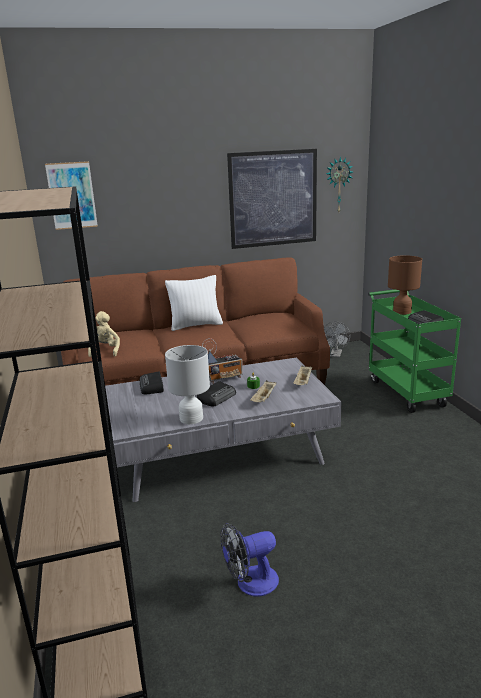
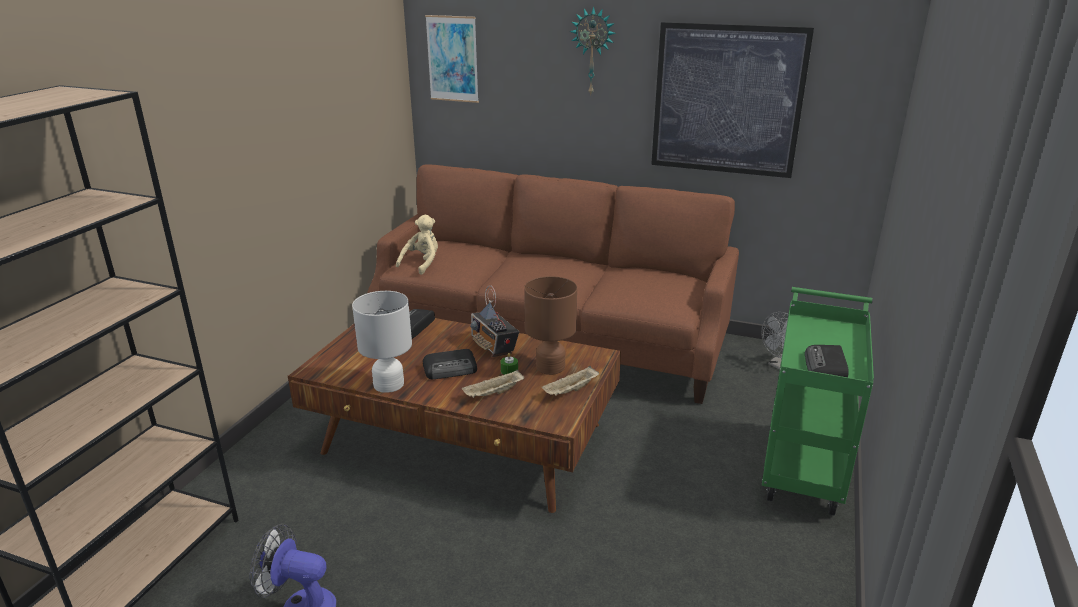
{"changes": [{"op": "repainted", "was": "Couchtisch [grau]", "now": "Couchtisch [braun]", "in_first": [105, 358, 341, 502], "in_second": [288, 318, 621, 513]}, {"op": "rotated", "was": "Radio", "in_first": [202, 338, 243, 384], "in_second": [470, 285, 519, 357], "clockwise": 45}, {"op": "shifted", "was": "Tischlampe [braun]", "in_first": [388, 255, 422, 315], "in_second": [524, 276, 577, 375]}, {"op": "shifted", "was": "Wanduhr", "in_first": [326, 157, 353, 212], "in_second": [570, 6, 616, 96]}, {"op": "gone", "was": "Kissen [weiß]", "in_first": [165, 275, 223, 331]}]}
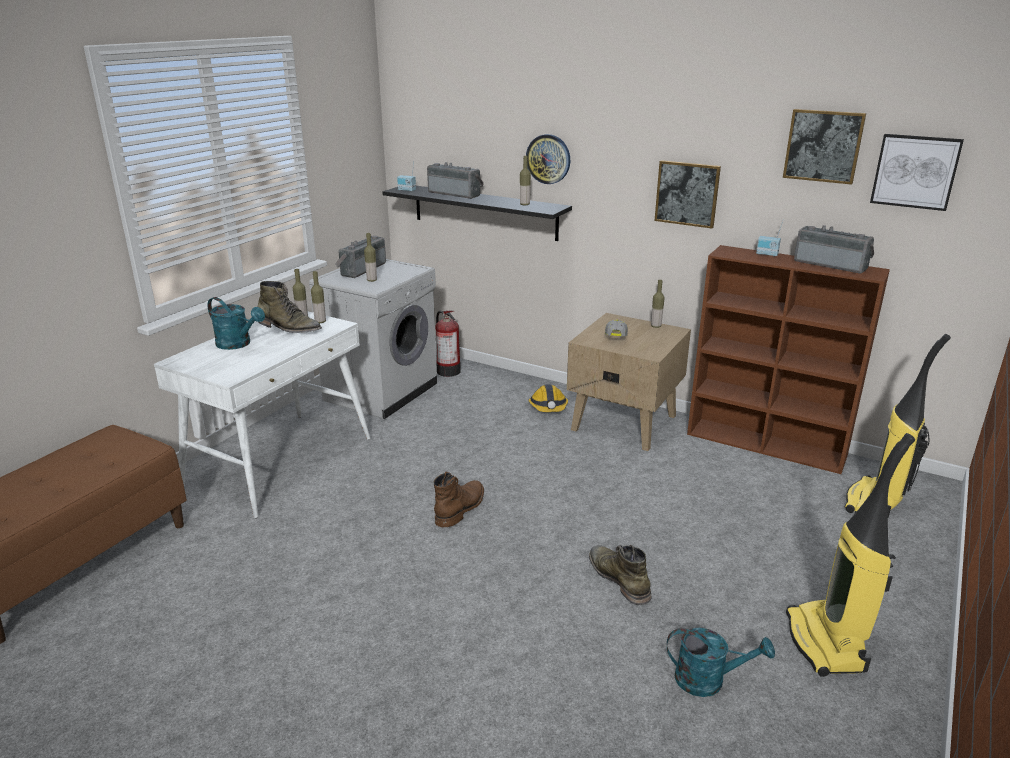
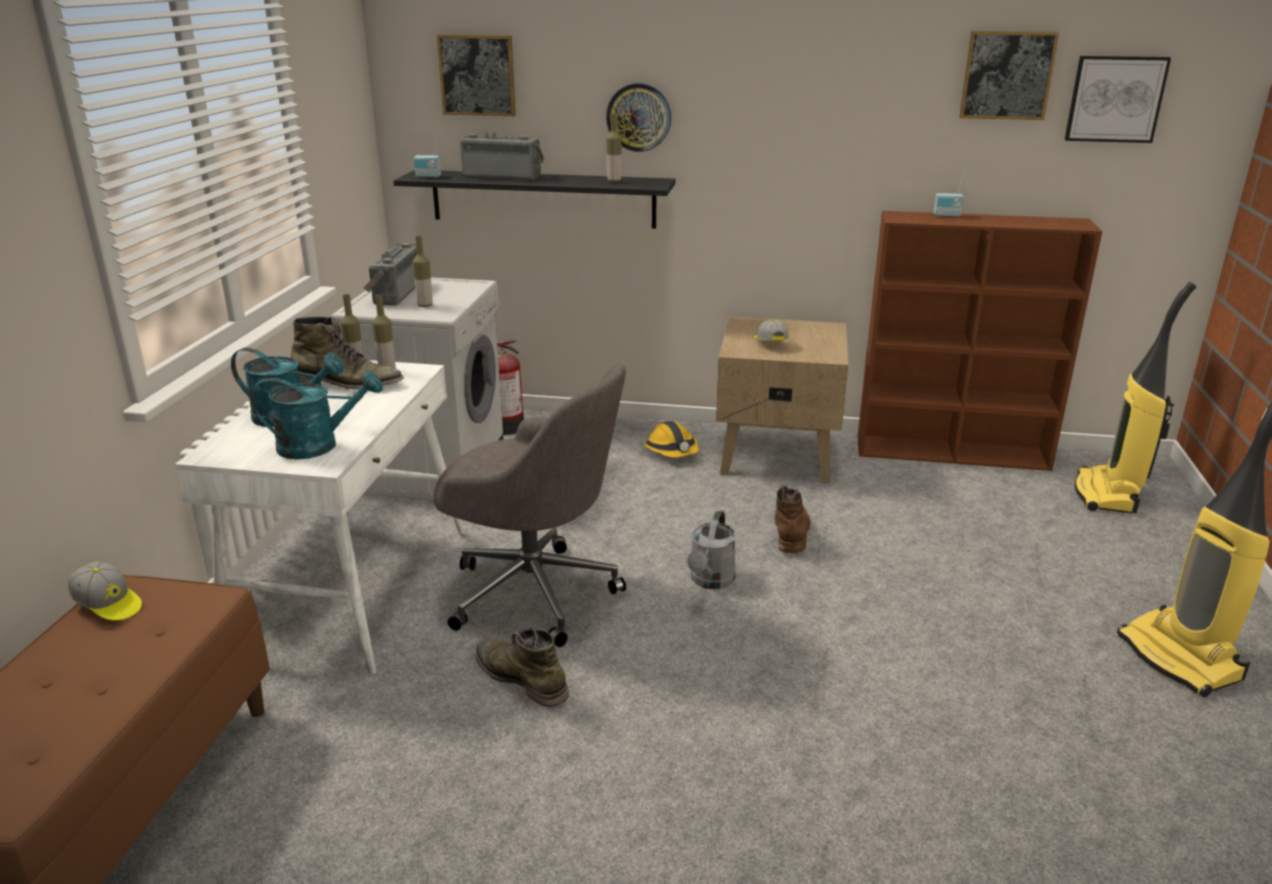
{"changes": [{"op": "new", "now": "Kappe", "in_second": [68, 562, 142, 621]}, {"op": "shifted", "was": "Gießkanne [türkis]", "in_first": [667, 628, 775, 697], "in_second": [251, 371, 383, 459]}, {"op": "new", "now": "Bürostuhl [grau]", "in_second": [434, 364, 626, 647]}, {"op": "shifted", "was": "Bild", "in_first": [654, 160, 721, 229], "in_second": [437, 35, 516, 116]}, {"op": "shifted", "was": "Stiefel [grün]", "in_first": [589, 545, 651, 605], "in_second": [475, 628, 569, 707]}, {"op": "new", "now": "Gießkanne [grau]", "in_second": [687, 510, 736, 589]}, {"op": "shifted", "was": "Stiefel [braun]", "in_first": [433, 472, 484, 527], "in_second": [775, 485, 810, 554]}, {"op": "gone", "was": "Flasche", "in_first": [651, 280, 665, 328]}, {"op": "gone", "was": "Radio", "in_first": [794, 225, 874, 274]}]}
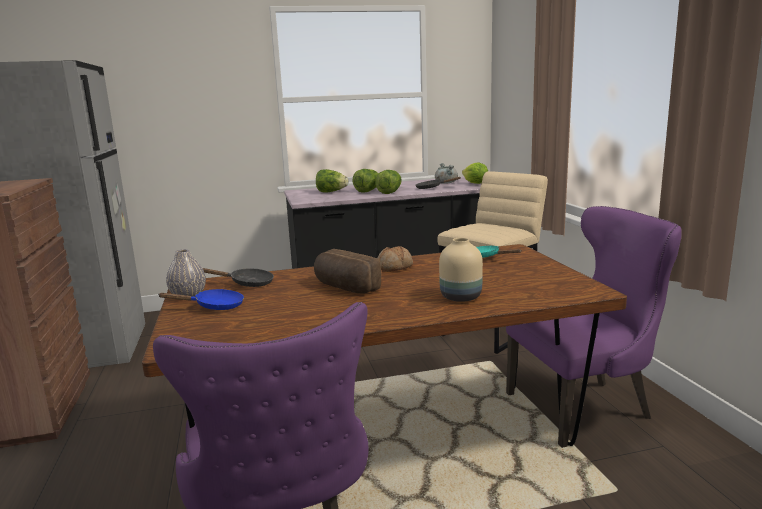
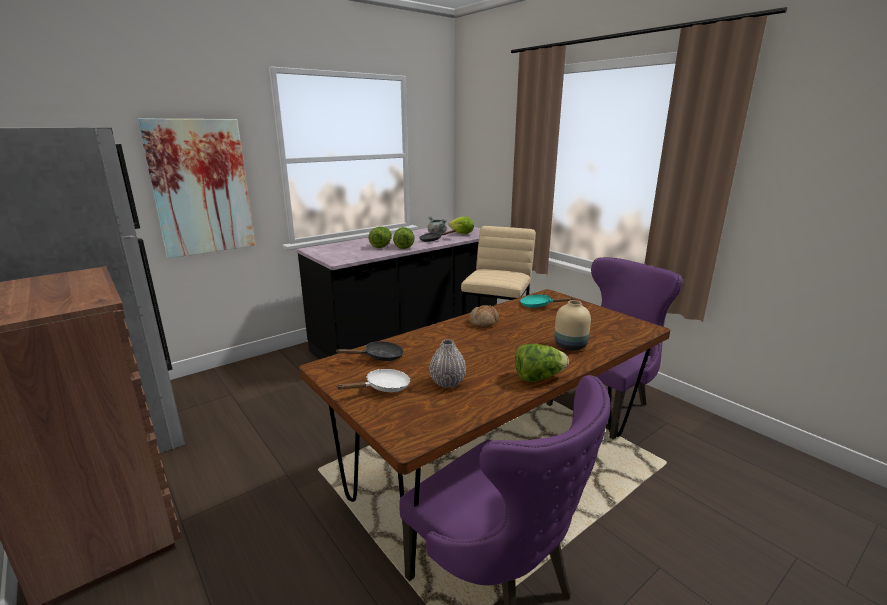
{"changes": [{"op": "new", "now": "Bild", "in_second": [138, 119, 255, 258]}, {"op": "repainted", "was": "Pfanne [blau]", "now": "Pfanne [weiß]", "in_first": [159, 289, 244, 310], "in_second": [336, 369, 411, 392]}, {"op": "shifted", "was": "Vase [grau]", "in_first": [166, 249, 206, 297], "in_second": [429, 339, 466, 388]}, {"op": "shifted", "was": "Salatkopf", "in_first": [316, 169, 348, 193], "in_second": [515, 344, 569, 382]}, {"op": "gone", "was": "Brot", "in_first": [314, 249, 381, 293]}]}
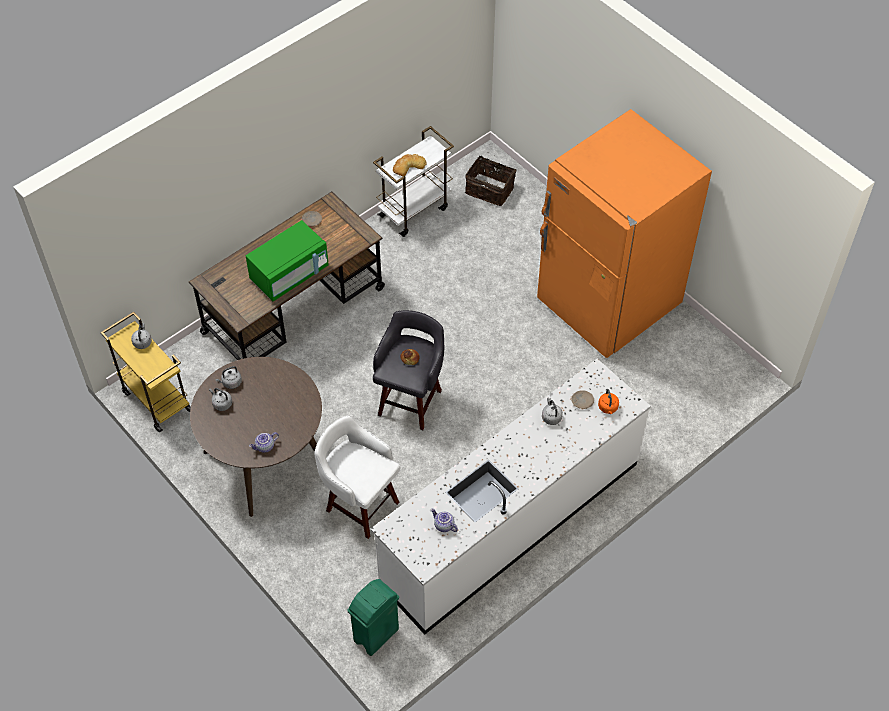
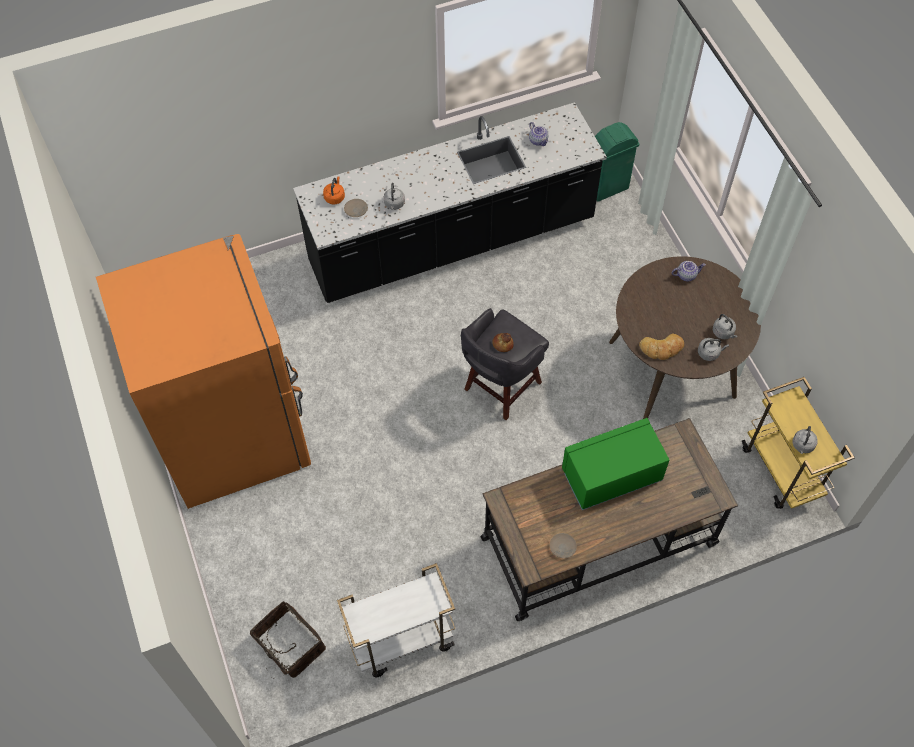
{"changes": [{"op": "repainted", "was": "Küchenzeile [weiß]", "now": "Küchenzeile [schwarz]", "in_first": [370, 359, 651, 635], "in_second": [293, 102, 607, 303]}, {"op": "shifted", "was": "Brot", "in_first": [393, 154, 427, 176], "in_second": [639, 334, 684, 360]}, {"op": "gone", "was": "Hocker [weiß]", "in_first": [314, 415, 400, 539]}]}
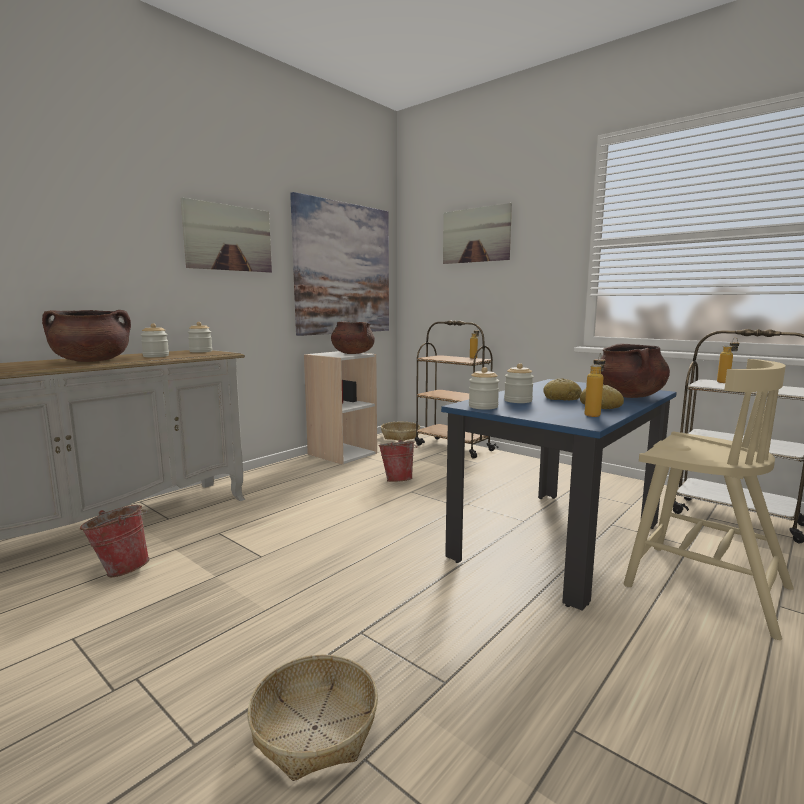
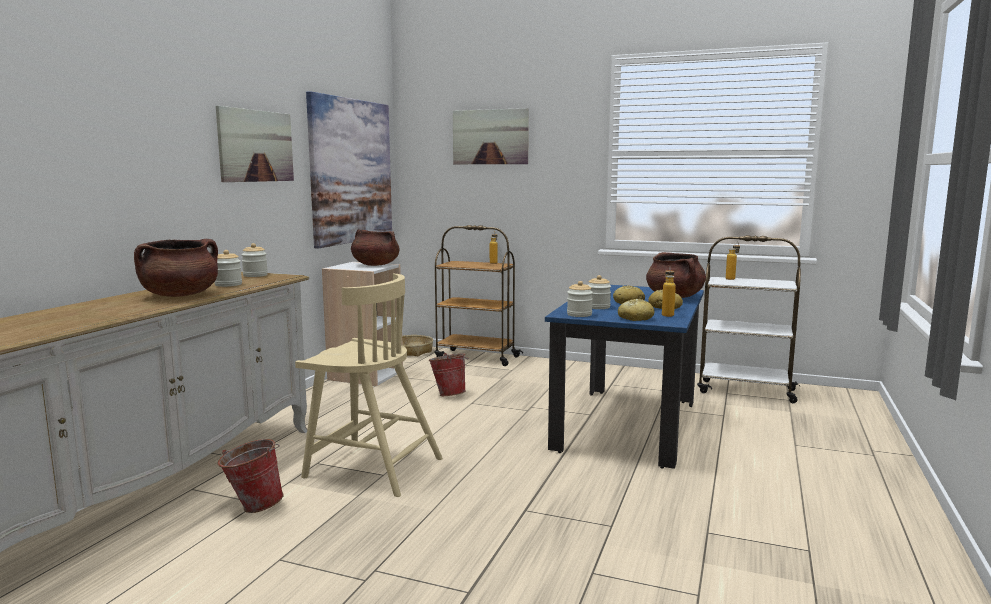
{"changes": [{"op": "shifted", "was": "Stuhl [beige]", "in_first": [624, 359, 794, 640], "in_second": [295, 274, 443, 497]}, {"op": "new", "now": "Brot", "in_second": [618, 299, 654, 321]}, {"op": "gone", "was": "Korb", "in_first": [247, 654, 378, 781]}]}
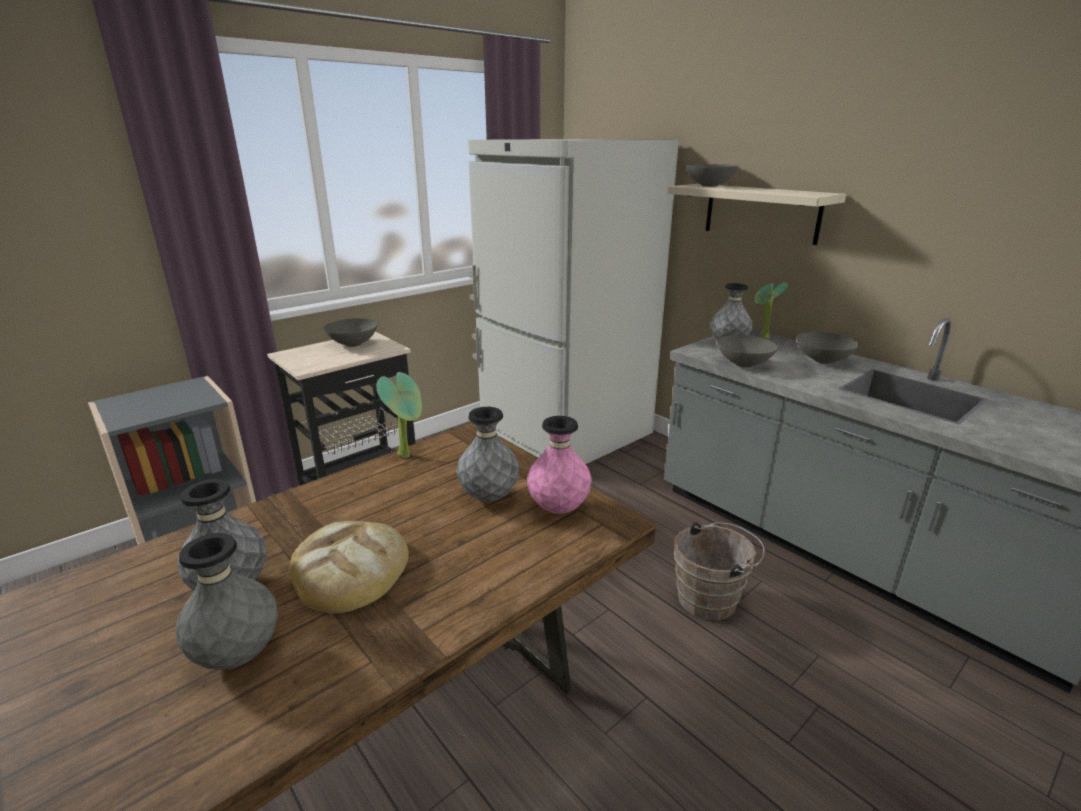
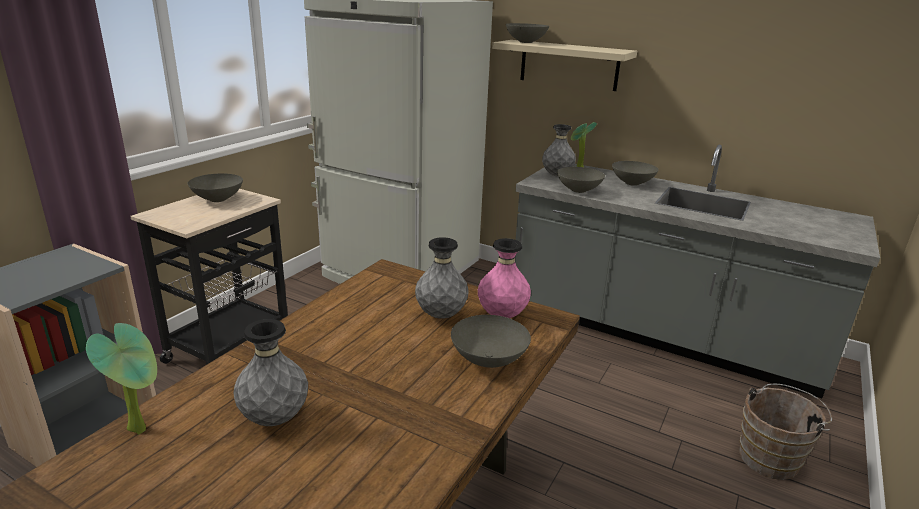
{"changes": [{"op": "shifted", "was": "Topfpflanze", "in_first": [376, 372, 422, 458], "in_second": [86, 323, 157, 435]}, {"op": "new", "now": "Schüssel [grau]", "in_second": [451, 315, 531, 368]}, {"op": "shifted", "was": "Eimer [braun]", "in_first": [674, 522, 765, 621], "in_second": [739, 384, 832, 480]}, {"op": "gone", "was": "Vase [grau]", "in_first": [176, 533, 278, 670]}, {"op": "gone", "was": "Brot", "in_first": [290, 521, 409, 613]}]}
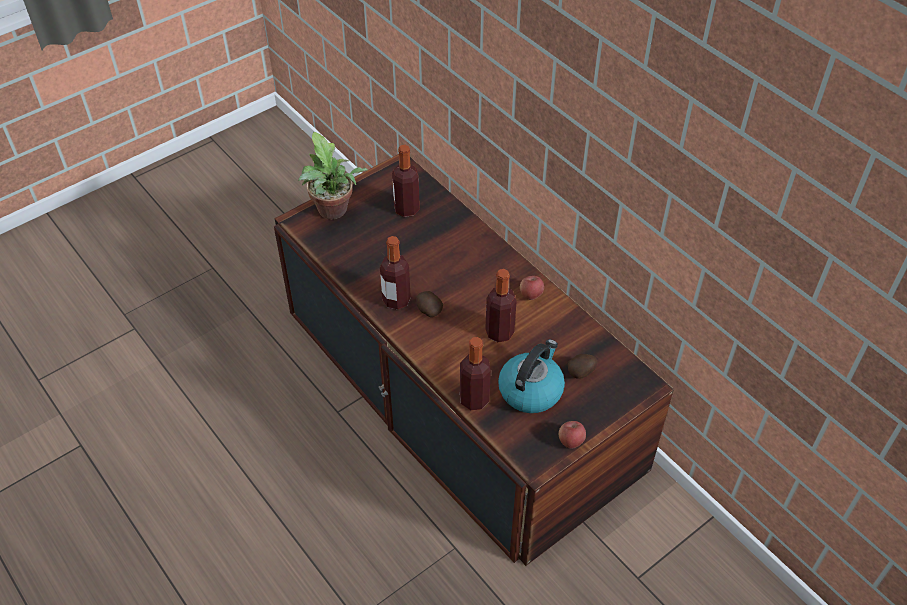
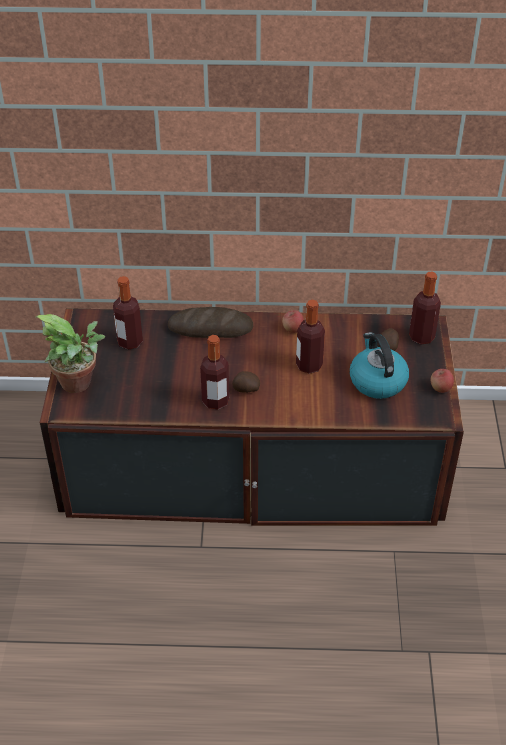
{"changes": [{"op": "new", "now": "Brot", "in_second": [168, 307, 253, 338]}, {"op": "shifted", "was": "Flasche", "in_first": [460, 337, 491, 410], "in_second": [409, 271, 441, 344]}]}
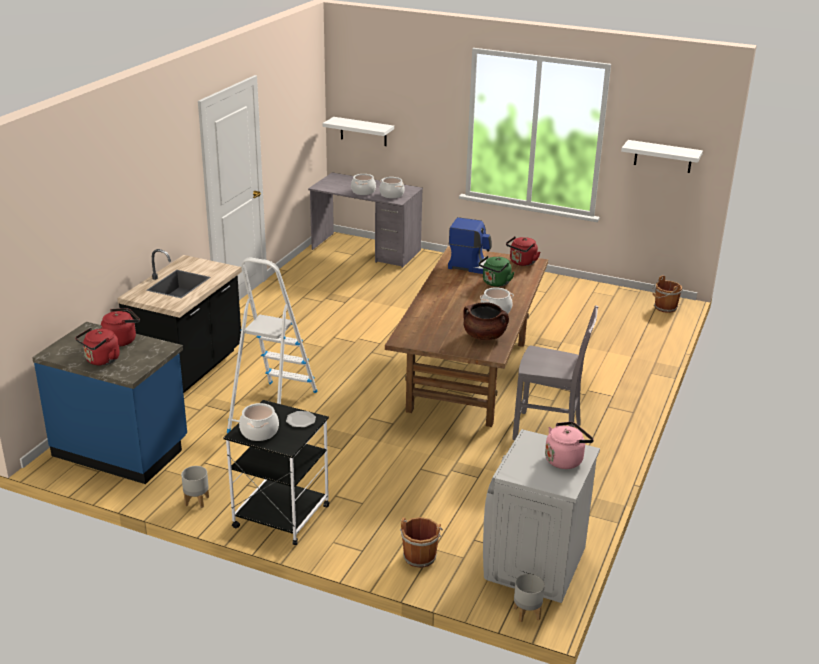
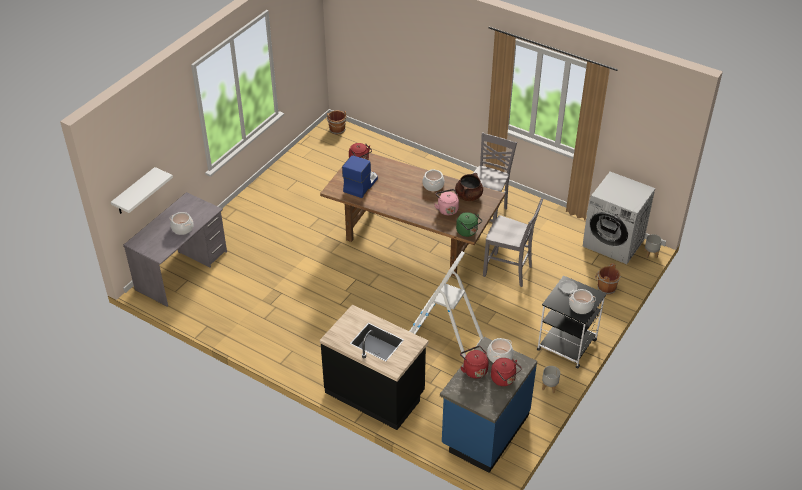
{"changes": [{"op": "shifted", "was": "Wasserkessel [rosa]", "in_first": [545, 422, 594, 469], "in_second": [434, 189, 459, 215]}, {"op": "shifted", "was": "Wasserkessel [grün]", "in_first": [479, 256, 515, 287], "in_second": [456, 212, 482, 237]}, {"op": "new", "now": "Stuhl [grau]", "in_second": [483, 198, 543, 287]}, {"op": "shifted", "was": "Kochtopf", "in_first": [379, 177, 405, 198], "in_second": [487, 338, 514, 363]}, {"op": "gone", "was": "Wandregal [weiß]", "in_first": [621, 140, 703, 173]}]}
